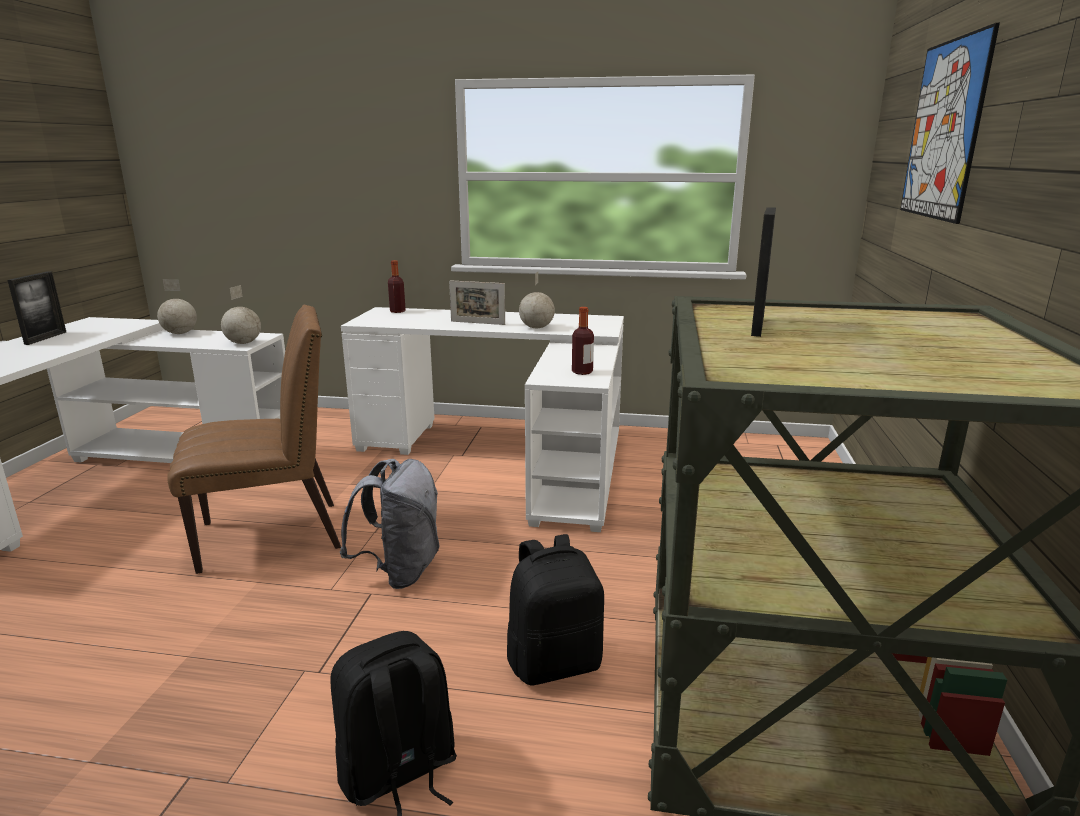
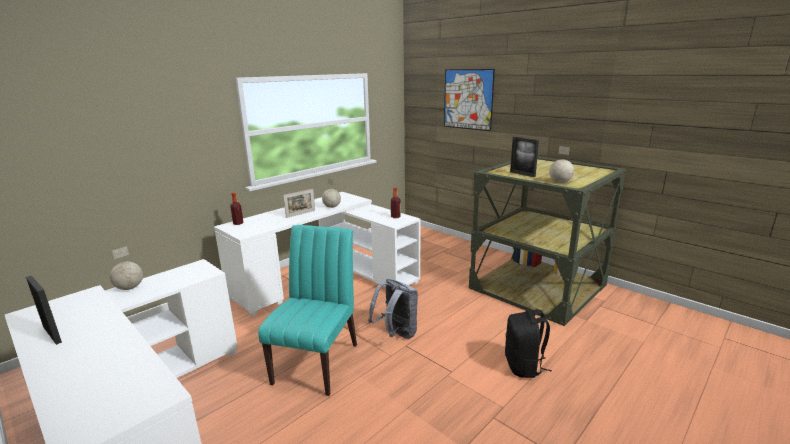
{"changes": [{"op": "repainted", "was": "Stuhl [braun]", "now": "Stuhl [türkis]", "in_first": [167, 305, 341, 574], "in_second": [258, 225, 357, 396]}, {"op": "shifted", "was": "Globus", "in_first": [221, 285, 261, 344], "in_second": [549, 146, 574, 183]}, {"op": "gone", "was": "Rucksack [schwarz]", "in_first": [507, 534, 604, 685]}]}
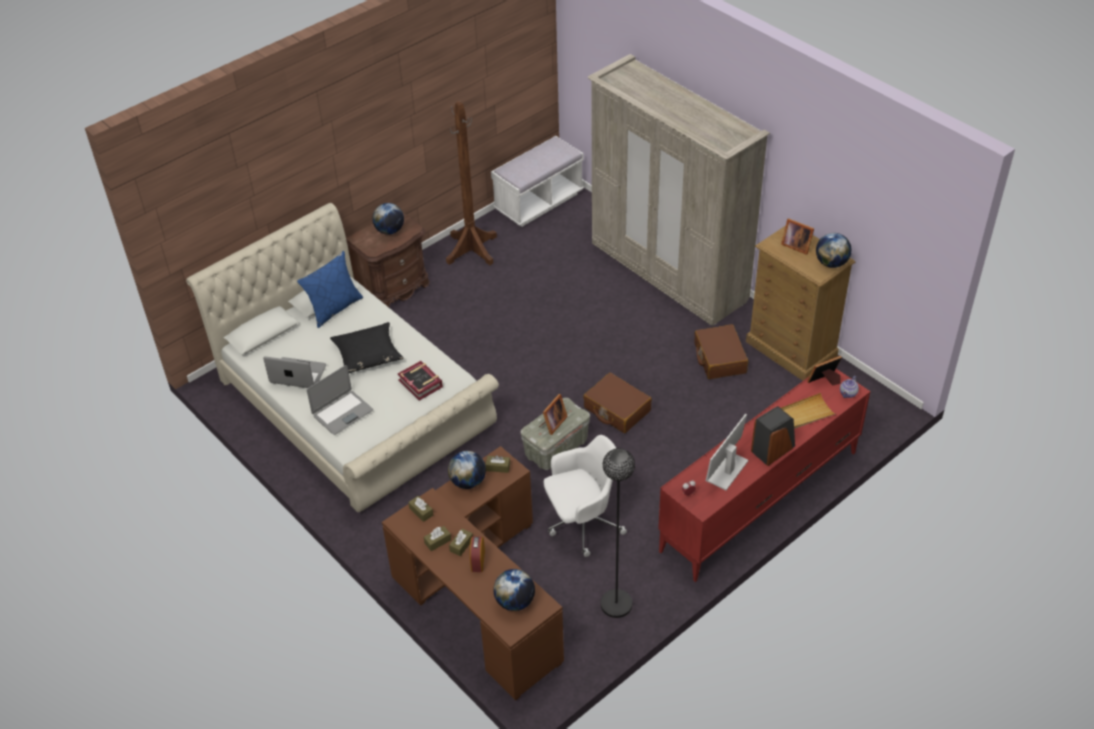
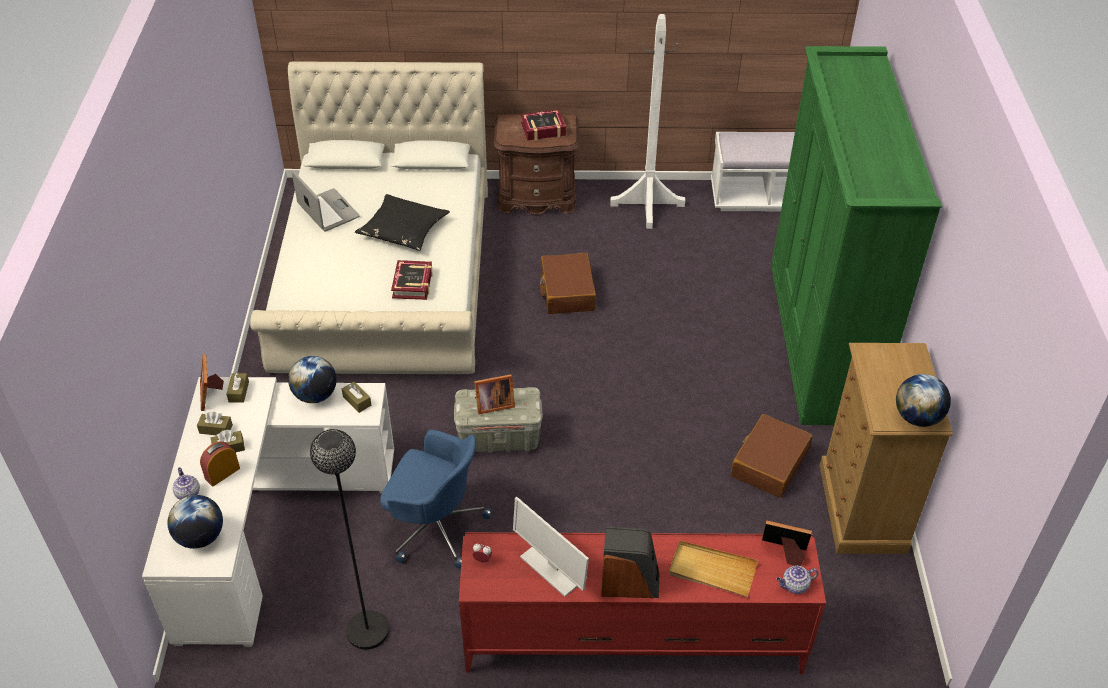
{"changes": [{"op": "repainted", "was": "Schreibtisch [braun]", "now": "Schreibtisch [weiß]", "in_first": [382, 446, 564, 701], "in_second": [142, 377, 394, 647]}, {"op": "new", "now": "Teekanne", "in_second": [173, 467, 200, 500]}, {"op": "shifted", "was": "Bilderrahmen", "in_first": [781, 218, 814, 255], "in_second": [200, 354, 224, 411]}, {"op": "repainted", "was": "Bürostuhl [weiß]", "now": "Bürostuhl [blau]", "in_first": [544, 435, 627, 557], "in_second": [380, 430, 492, 569]}, {"op": "rotated", "was": "Monitor", "in_first": [706, 413, 748, 490], "in_second": [513, 497, 589, 597], "clockwise": -120}, {"op": "swapped", "was": "Globus", "now": "Buch", "in_first": [372, 203, 404, 235], "in_second": [521, 109, 566, 140]}, {"op": "shifted", "was": "Koffer [braun]", "in_first": [583, 373, 652, 433], "in_second": [540, 253, 596, 314]}, {"op": "repainted", "was": "Kleiderständer [braun]", "now": "Kleiderständer [weiß]", "in_first": [446, 101, 497, 265], "in_second": [610, 14, 685, 229]}, {"op": "repainted", "was": "Kleiderschrank [beige]", "now": "Kleiderschrank [grün]", "in_first": [588, 54, 770, 326], "in_second": [771, 46, 942, 425]}, {"op": "gone", "was": "Kissen [blau]", "in_first": [297, 251, 363, 328]}, {"op": "gone", "was": "Laptop", "in_first": [307, 365, 373, 435]}]}
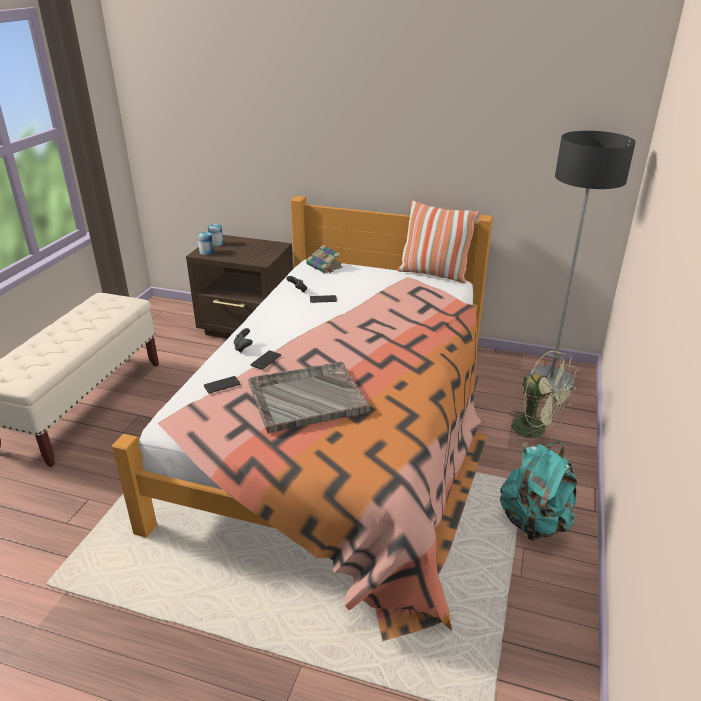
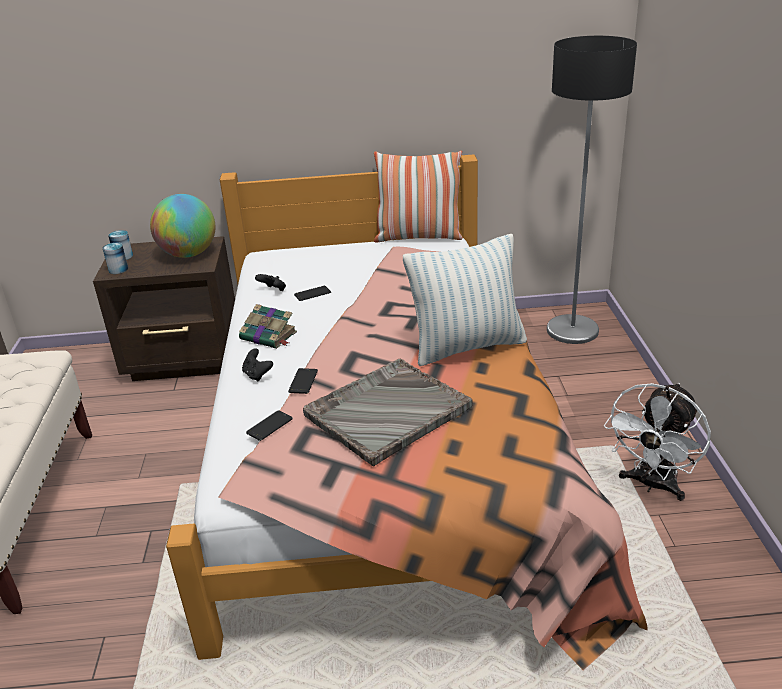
{"changes": [{"op": "new", "now": "Globus", "in_second": [150, 194, 216, 258]}, {"op": "shifted", "was": "Buch", "in_first": [306, 245, 343, 273], "in_second": [239, 304, 297, 349]}, {"op": "new", "now": "Kissen", "in_second": [403, 234, 527, 366]}, {"op": "swapped", "was": "Rucksack [türkis]", "now": "Ventilator [weiß]", "in_first": [500, 442, 577, 541], "in_second": [604, 383, 711, 501]}, {"op": "gone", "was": "Ventilator [grün]", "in_first": [509, 351, 578, 447]}]}
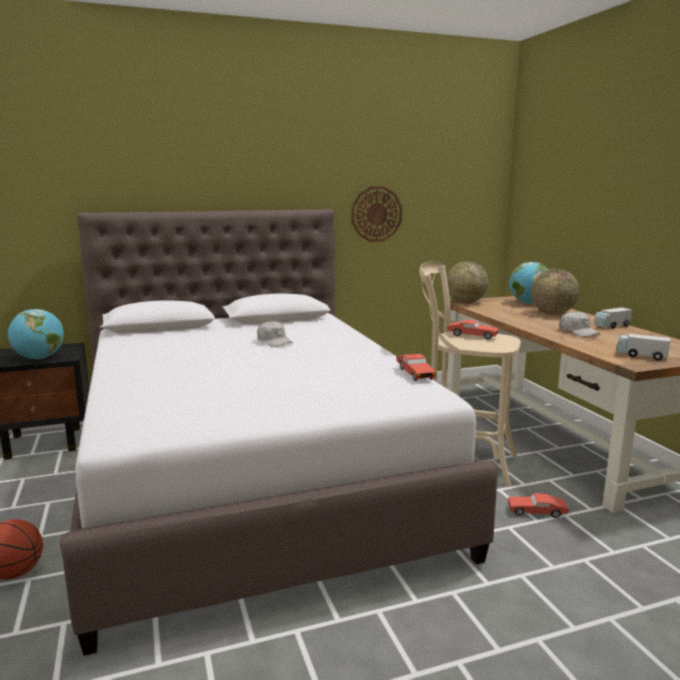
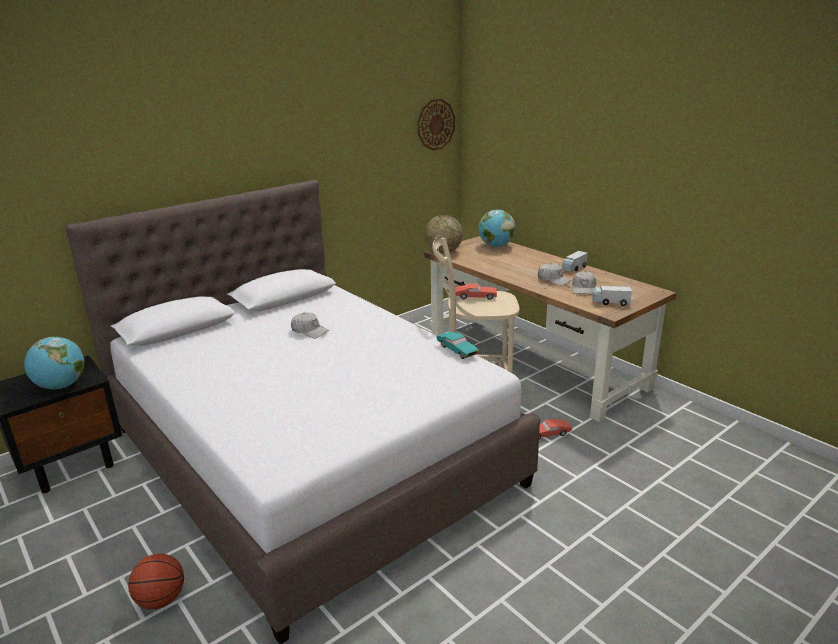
{"changes": [{"op": "shifted", "was": "Wanduhr", "in_first": [352, 187, 402, 242], "in_second": [417, 99, 455, 151]}, {"op": "repainted", "was": "Spielzeugauto [rot]", "now": "Spielzeugauto [türkis]", "in_first": [396, 354, 436, 381], "in_second": [436, 332, 479, 359]}, {"op": "new", "now": "Kappe [weiß]", "in_second": [572, 271, 596, 295]}, {"op": "gone", "was": "Globus", "in_first": [531, 268, 579, 314]}]}
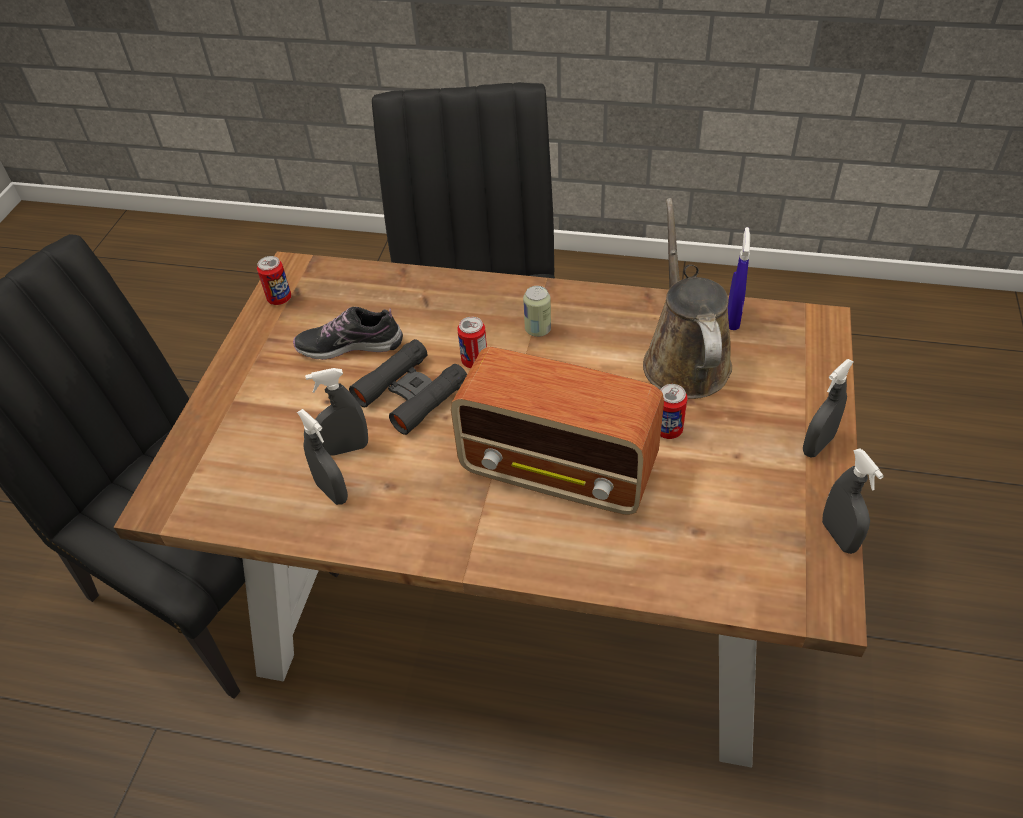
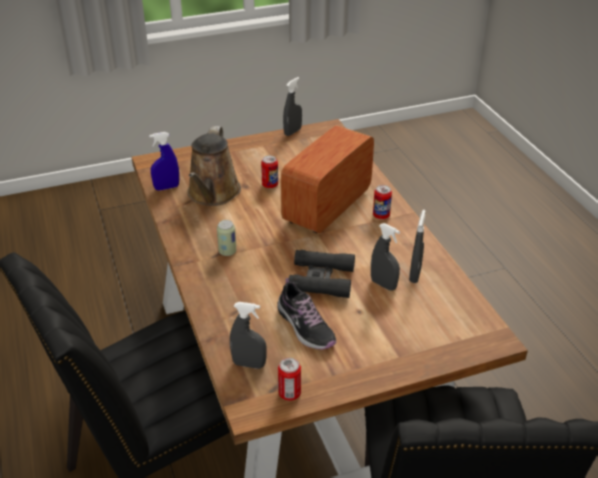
{"changes": [{"op": "rotated", "was": "Gießkanne [braun]", "in_first": [643, 198, 732, 399], "in_second": [187, 126, 241, 206], "clockwise": -45}, {"op": "shifted", "was": "Sprühflasche [grau]", "in_first": [803, 359, 853, 457], "in_second": [230, 302, 267, 369]}, {"op": "rotated", "was": "Radio", "in_first": [451, 347, 664, 515], "in_second": [280, 125, 374, 234], "clockwise": -135}, {"op": "shifted", "was": "Dose", "in_first": [457, 317, 487, 368], "in_second": [373, 185, 392, 219]}]}
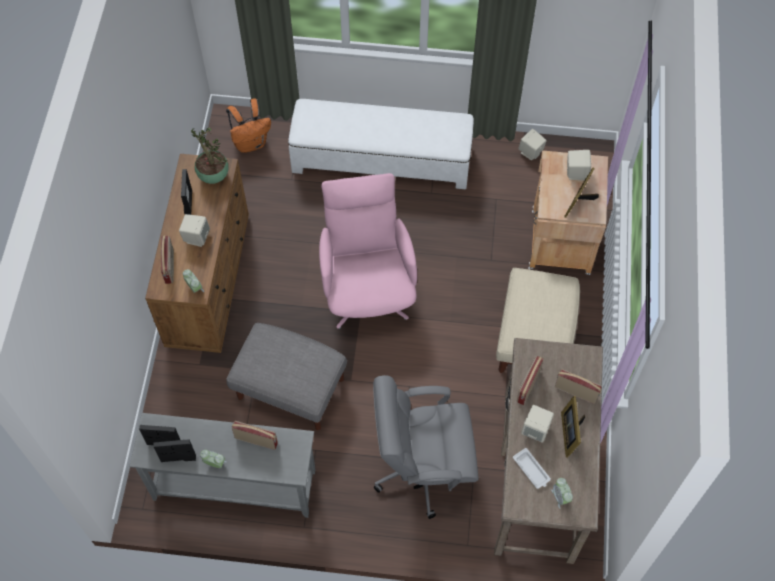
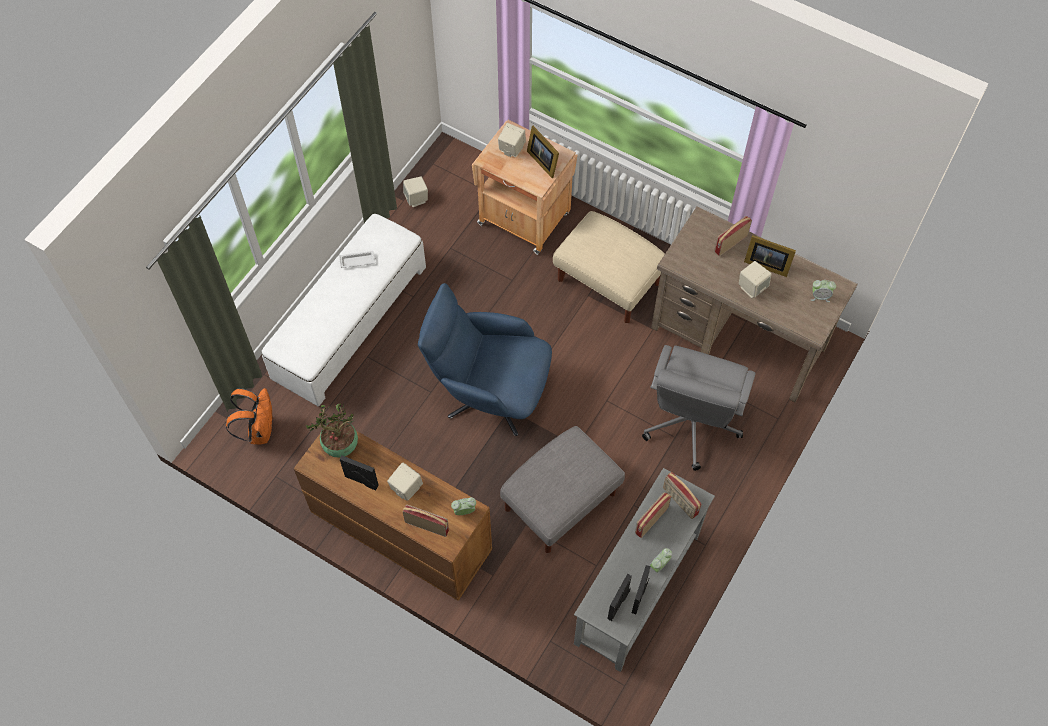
{"changes": [{"op": "shifted", "was": "Tablett [weiß]", "in_first": [513, 448, 551, 489], "in_second": [339, 251, 376, 268]}, {"op": "repainted", "was": "Sessel [rosa]", "now": "Sessel [blau]", "in_first": [319, 173, 417, 329], "in_second": [418, 283, 552, 436]}, {"op": "shifted", "was": "Radio", "in_first": [516, 356, 544, 405], "in_second": [663, 472, 702, 519]}]}
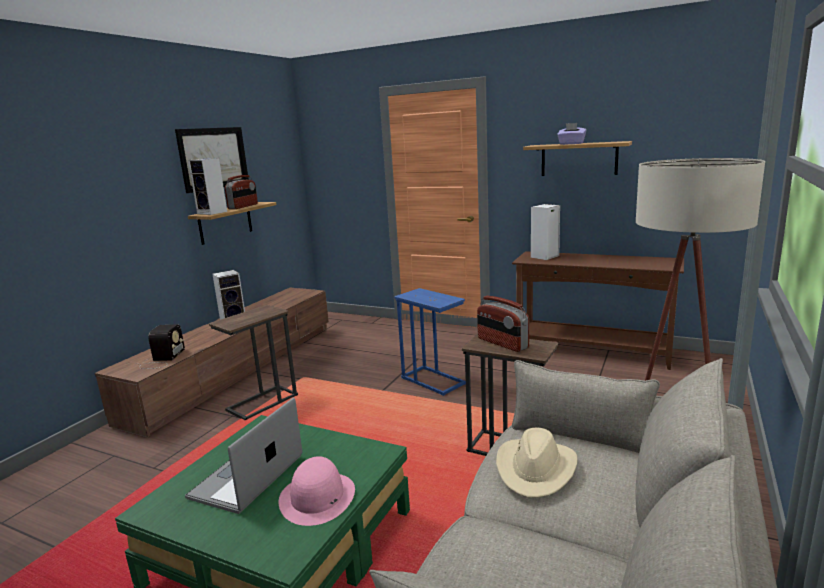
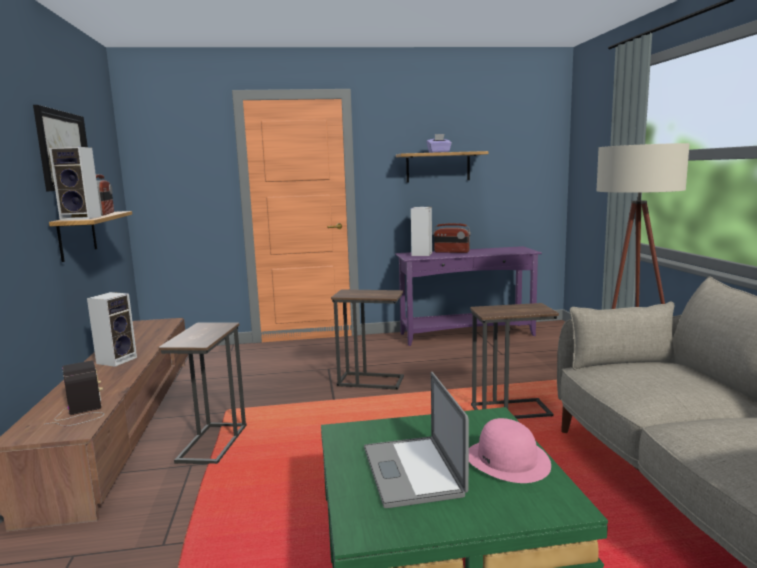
{"changes": [{"op": "repainted", "was": "Beistelltisch [blau]", "now": "Beistelltisch [braun]", "in_first": [394, 288, 466, 396], "in_second": [331, 289, 404, 390]}, {"op": "repainted", "was": "Konsolentisch [braun]", "now": "Konsolentisch [lila]", "in_first": [512, 251, 684, 370], "in_second": [395, 246, 542, 346]}, {"op": "shifted", "was": "Radio", "in_first": [477, 296, 529, 352], "in_second": [433, 223, 471, 253]}, {"op": "gone", "was": "Hut [beige]", "in_first": [496, 428, 577, 498]}]}
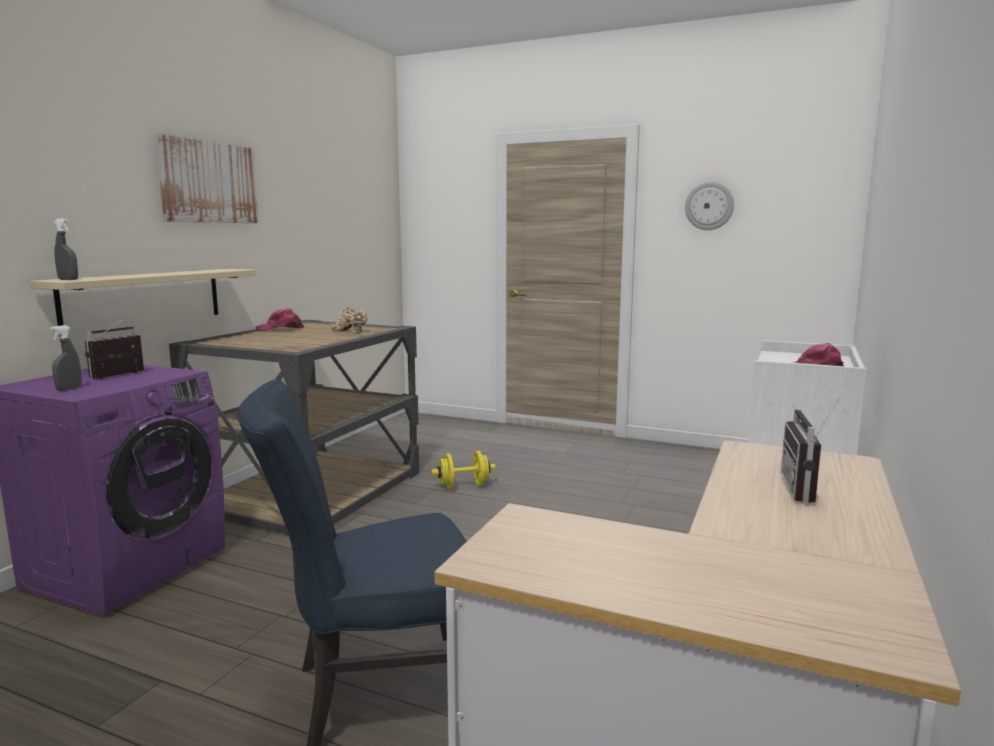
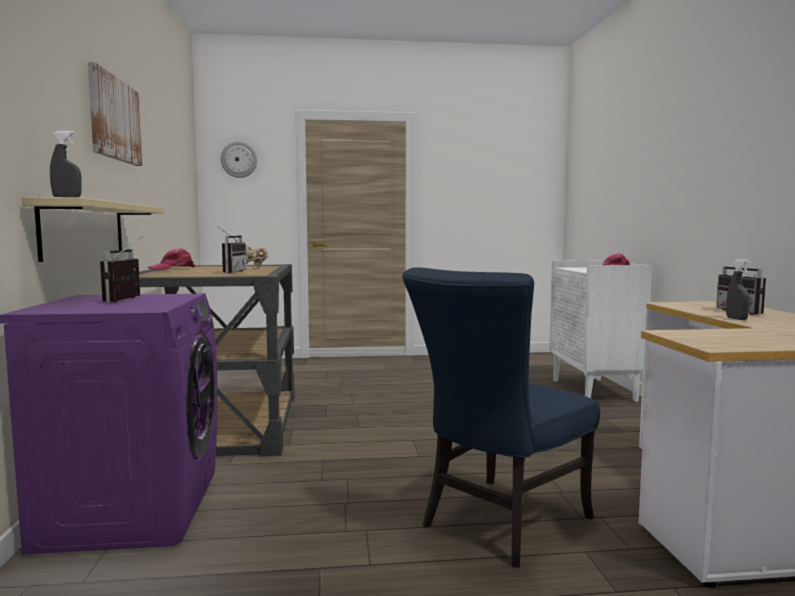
{"changes": [{"op": "new", "now": "Radio", "in_second": [217, 226, 247, 273]}, {"op": "shifted", "was": "Wanduhr", "in_first": [685, 182, 734, 230], "in_second": [221, 141, 257, 178]}, {"op": "shifted", "was": "Sprühflasche [grau]", "in_first": [50, 325, 82, 391], "in_second": [726, 259, 750, 320]}, {"op": "gone", "was": "Hantel [gelb]", "in_first": [431, 451, 496, 489]}]}
